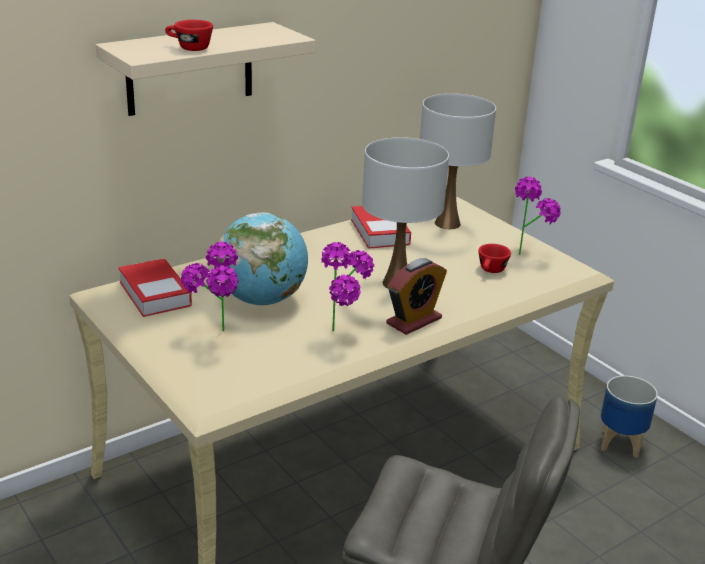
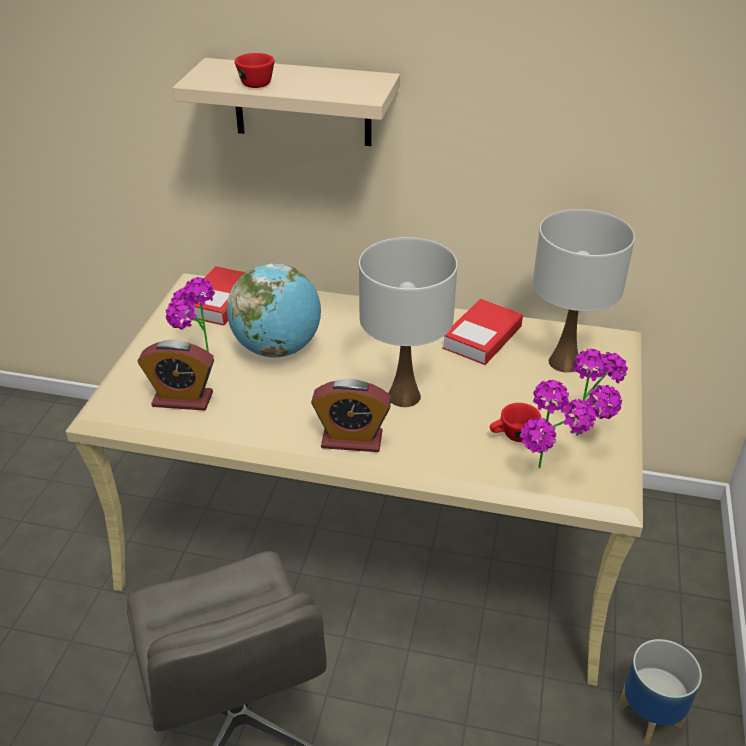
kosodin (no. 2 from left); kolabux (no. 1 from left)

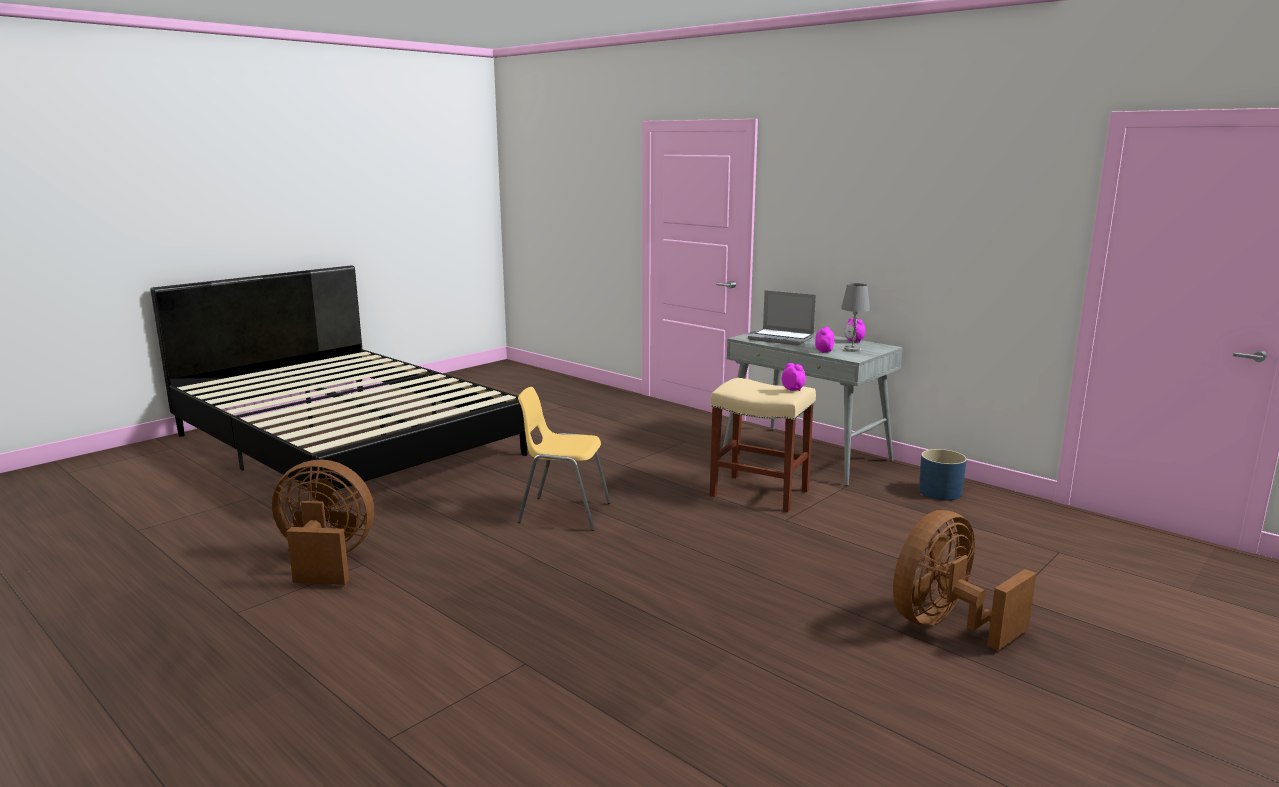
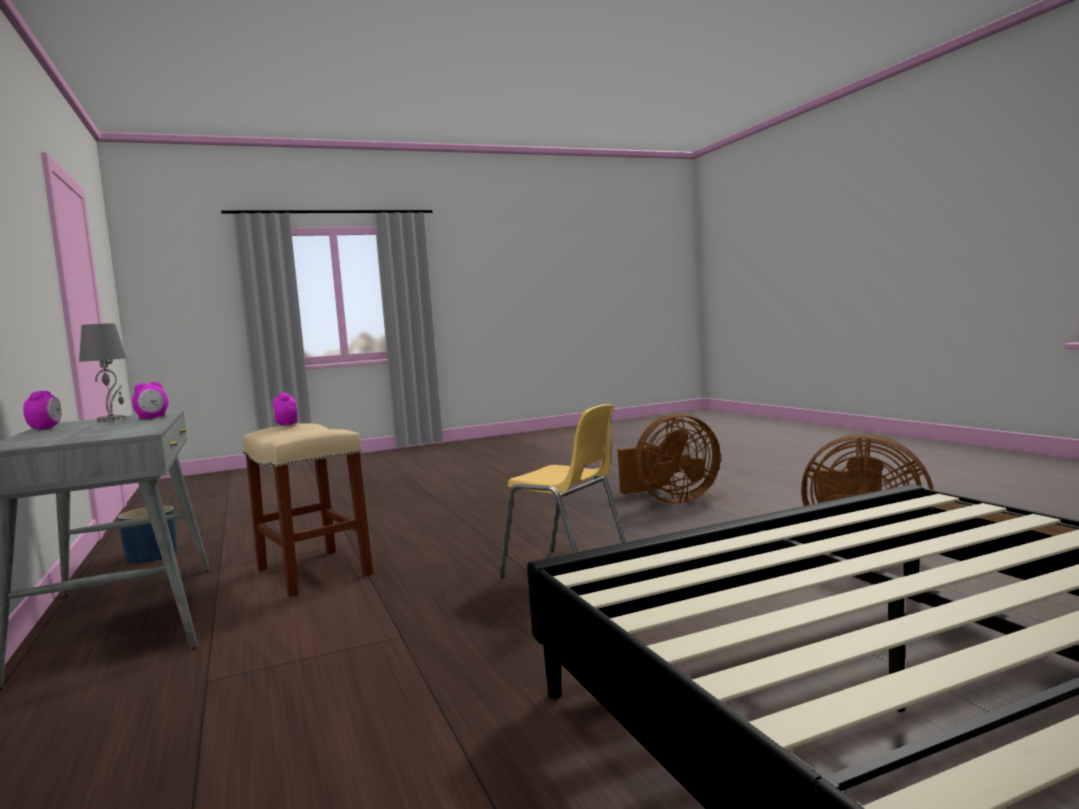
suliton; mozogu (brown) (no. 1 from left)

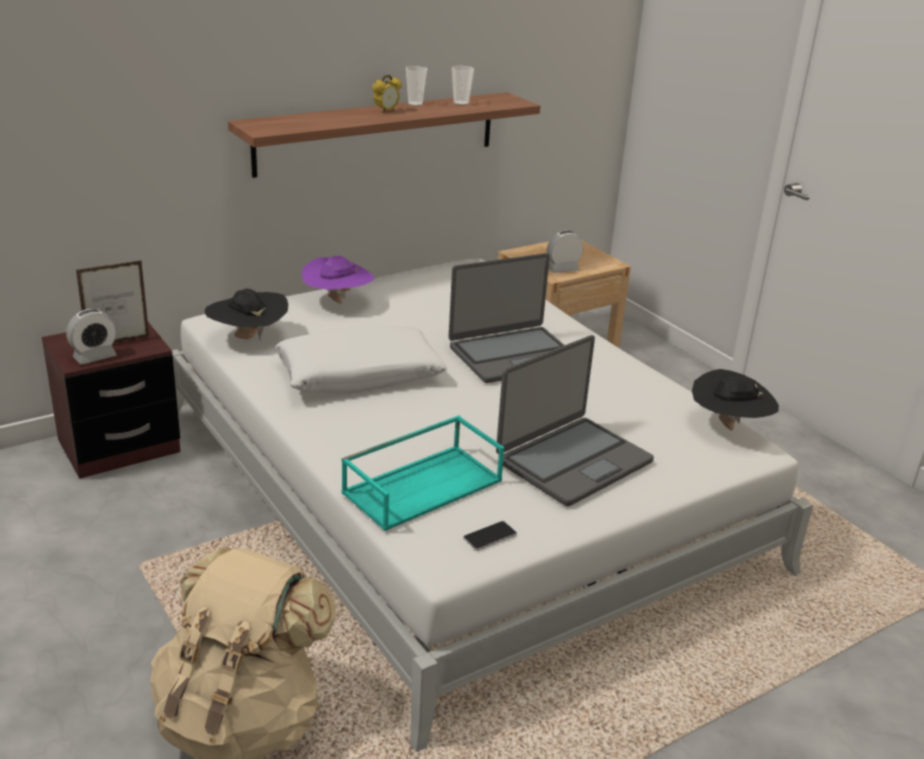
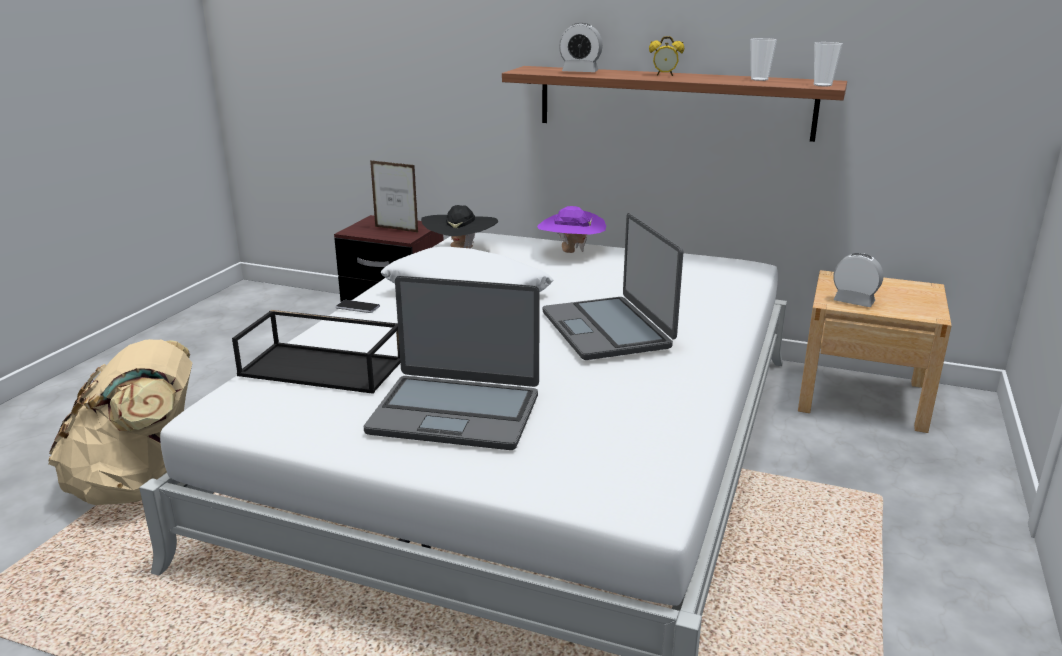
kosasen (no. 2 from left); suliton (no. 2 from left); kolabux (no. 1 from left); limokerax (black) (no. 2 from left in the first image); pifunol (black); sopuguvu

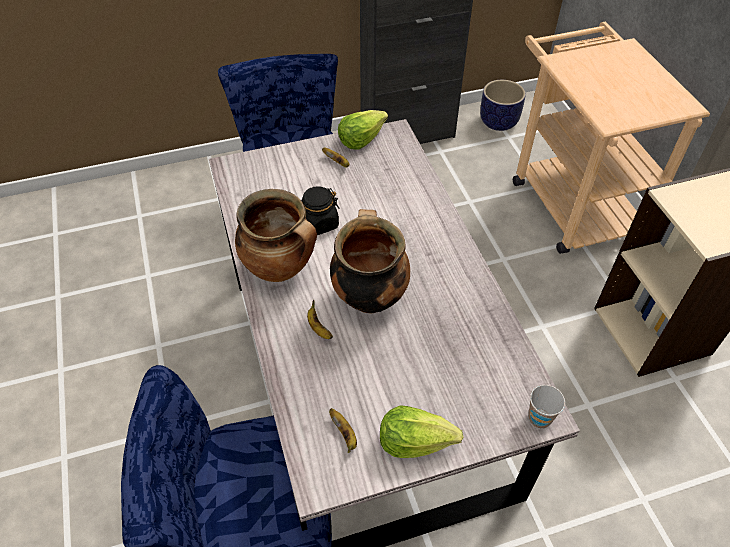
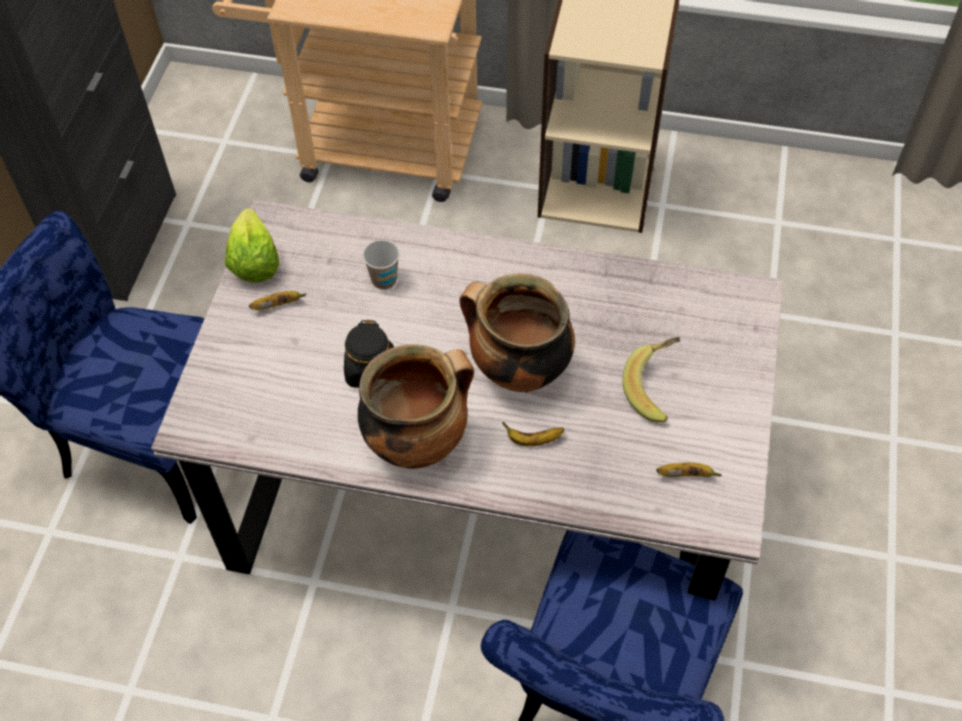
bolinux; kosasen; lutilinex (no. 2 from left in the first image); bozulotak (no. 3 from left)

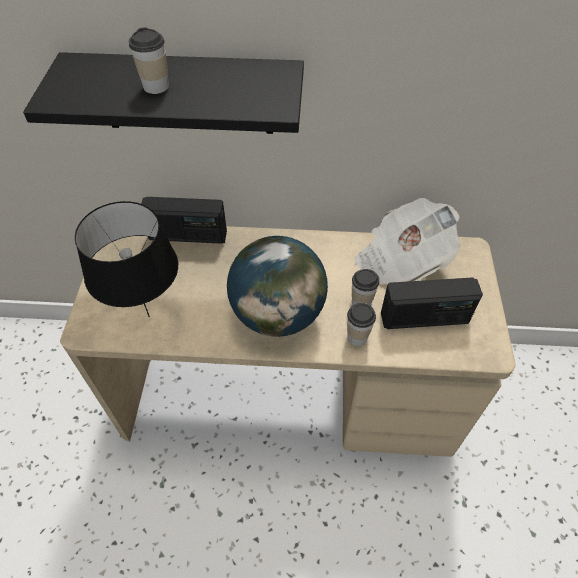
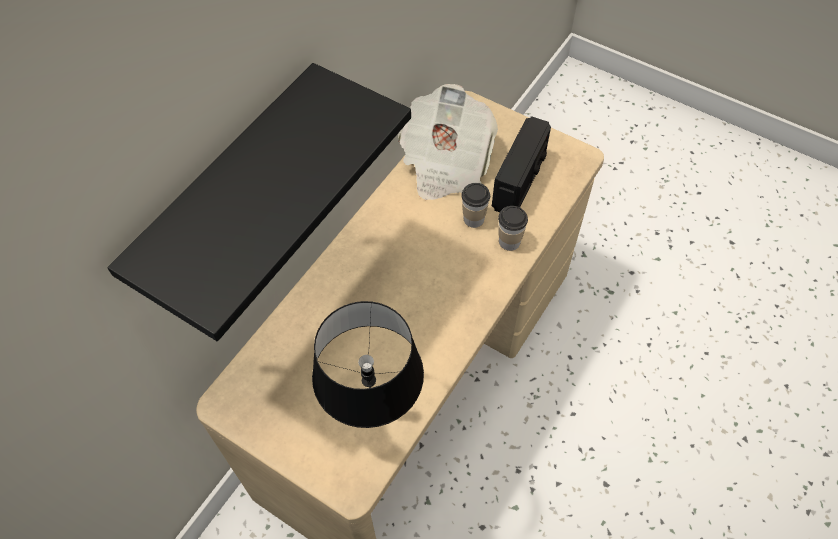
kosasen (no. 1 from left in the first image); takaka (no. 1 from left in the first image); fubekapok

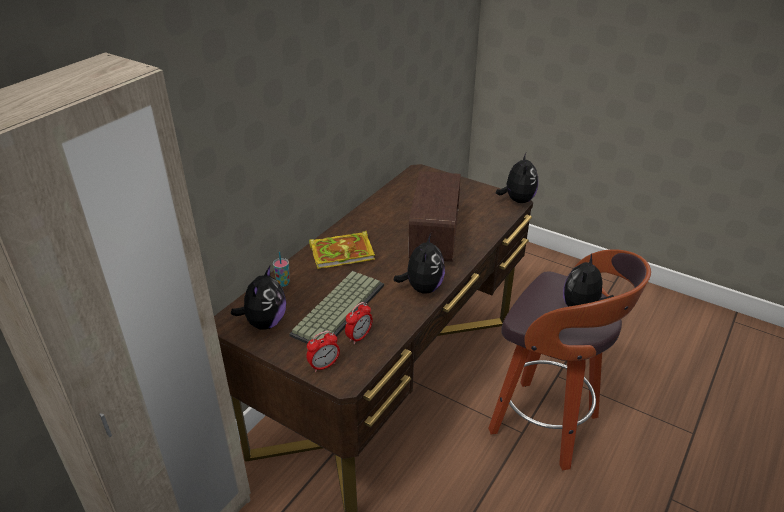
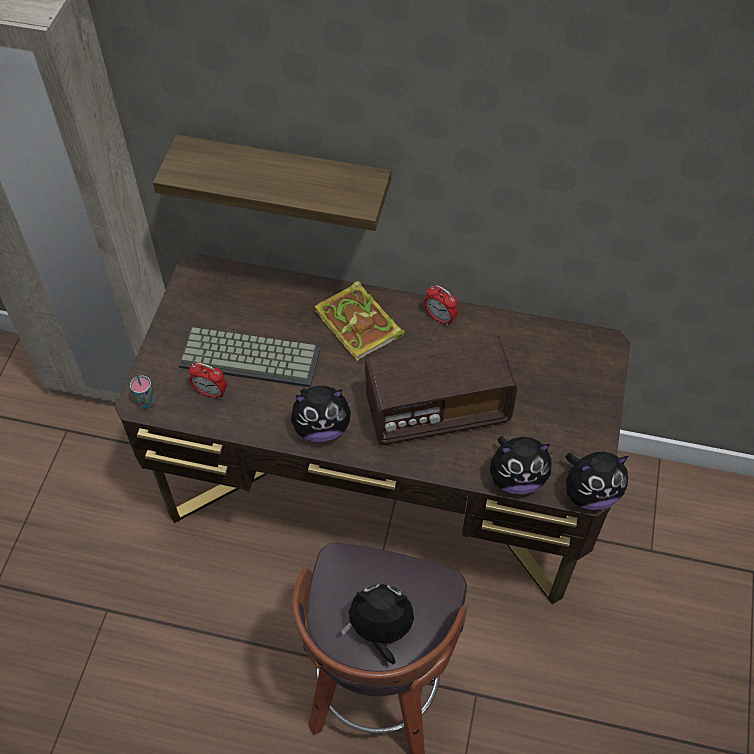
kosasen; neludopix (no. 3 from left); kolabux (no. 2 from left); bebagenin

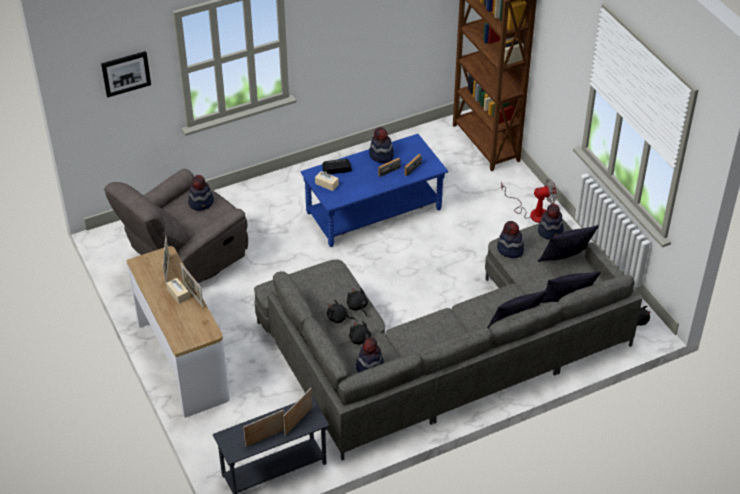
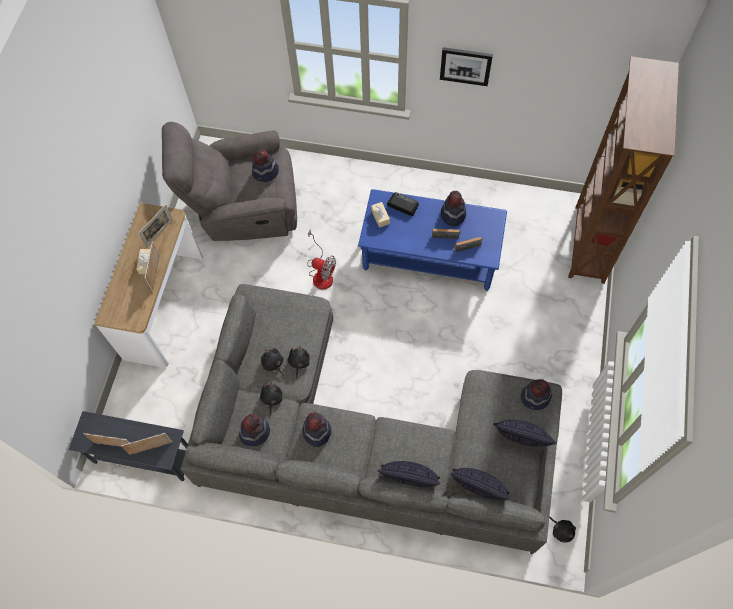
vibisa; mozogu; limokerax (no. 3 from left)

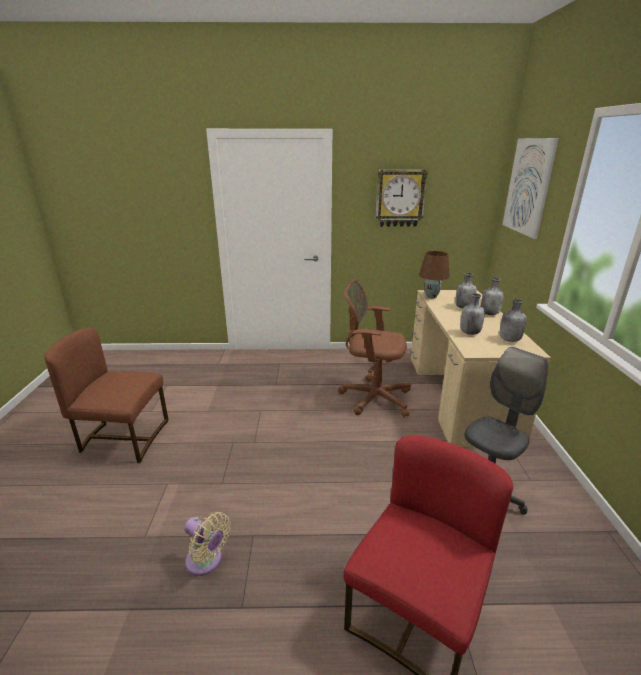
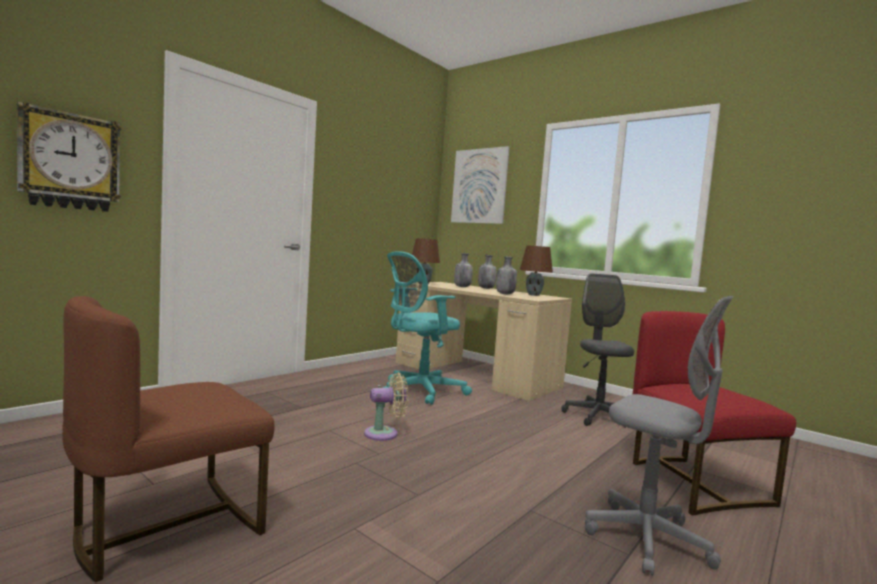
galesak; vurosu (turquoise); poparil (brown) (no. 2 from left); mozogu (beige); vurosu (grey) (no. 2 from left)

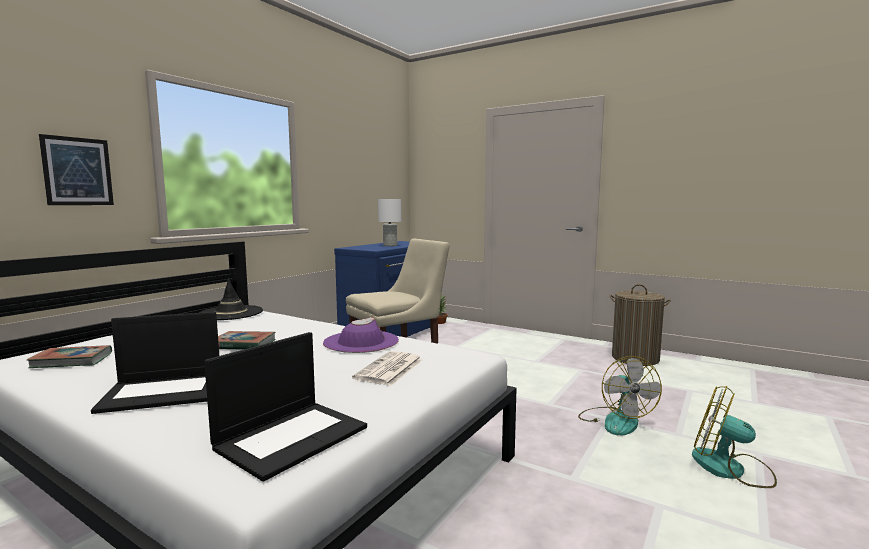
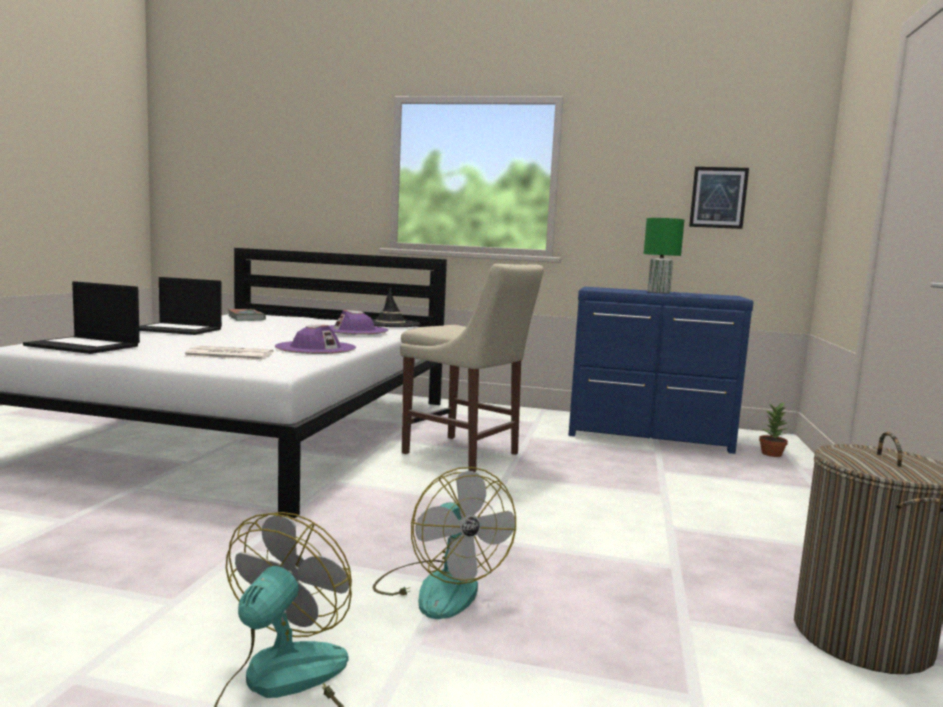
vibisa; poparil (green); suliton (no. 2 from left); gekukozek (no. 2 from left in the first image); mozogu (no. 2 from left); limokerax (purple) (no. 2 from left)

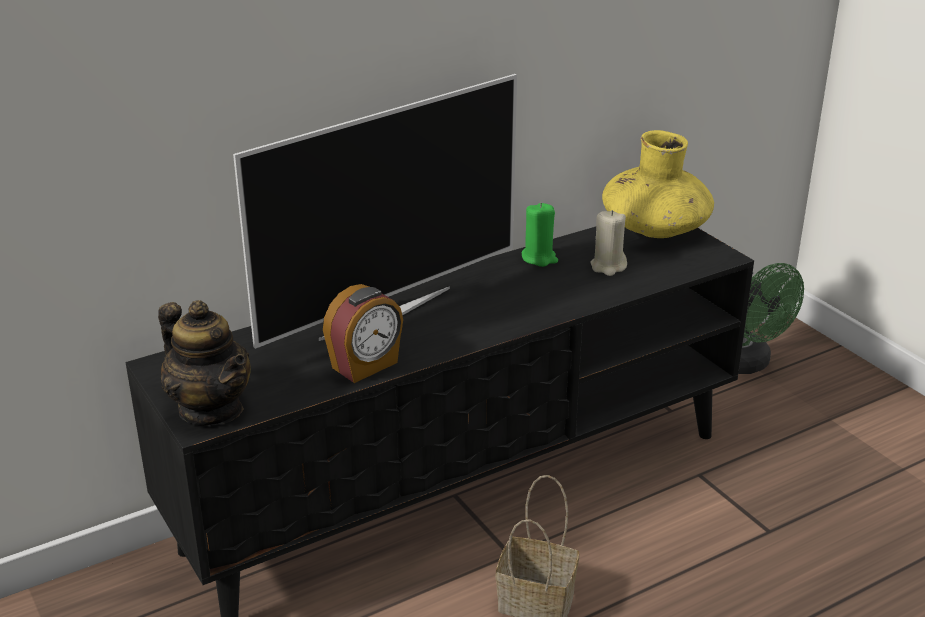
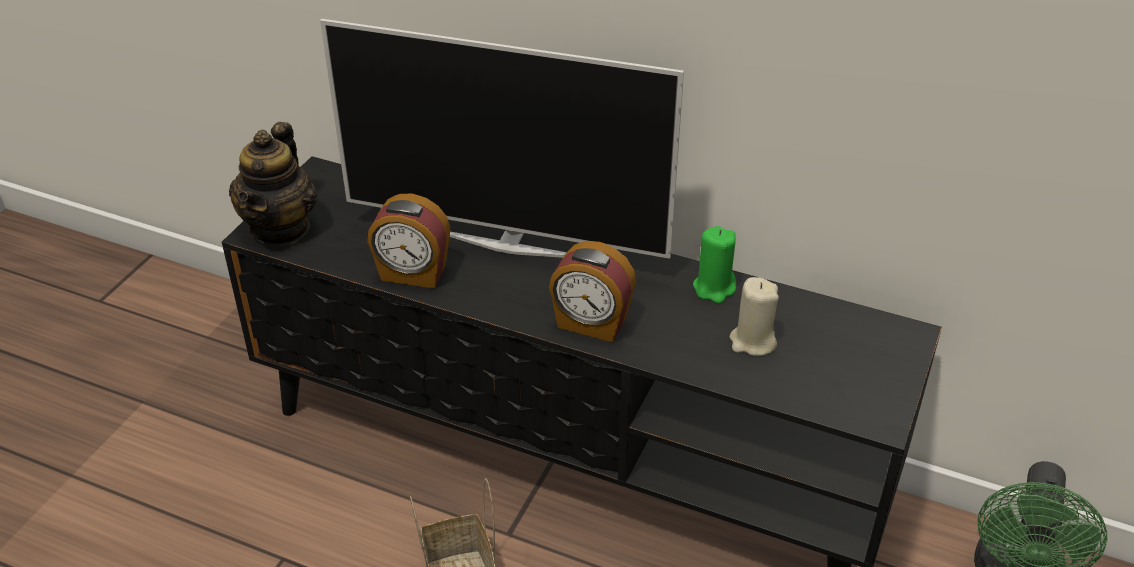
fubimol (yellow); kolabux (no. 2 from left)

